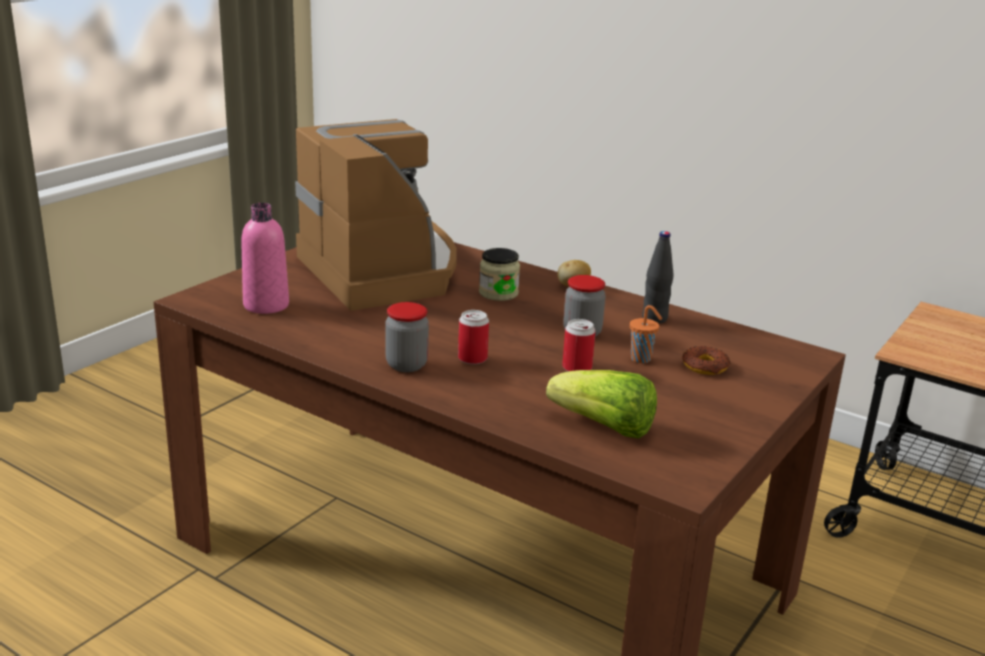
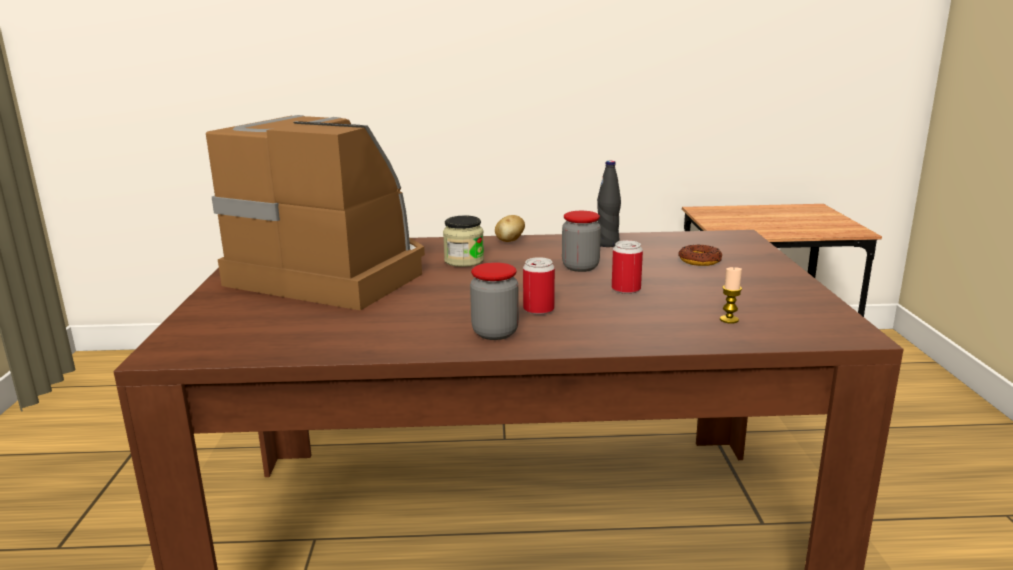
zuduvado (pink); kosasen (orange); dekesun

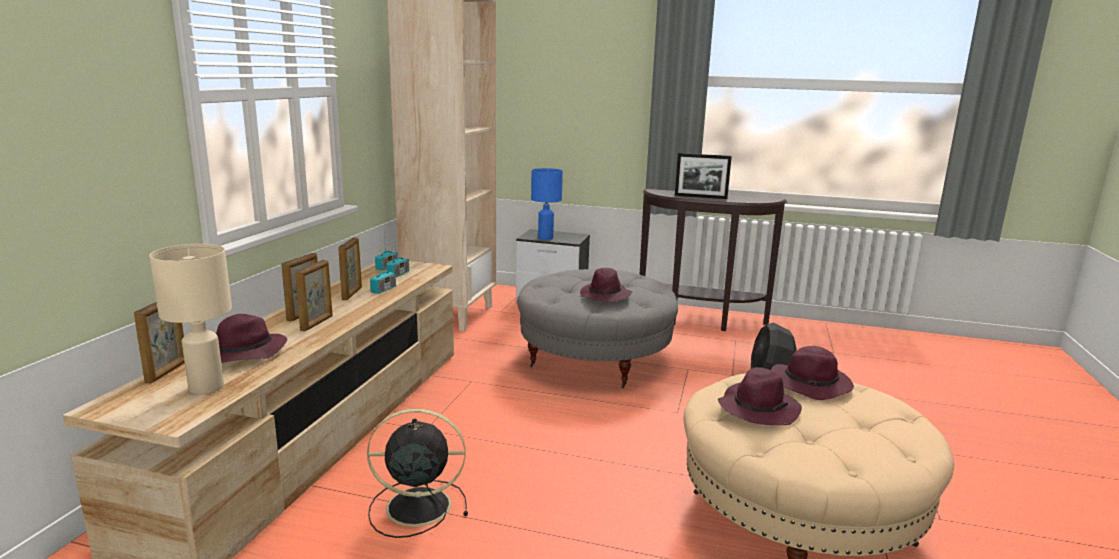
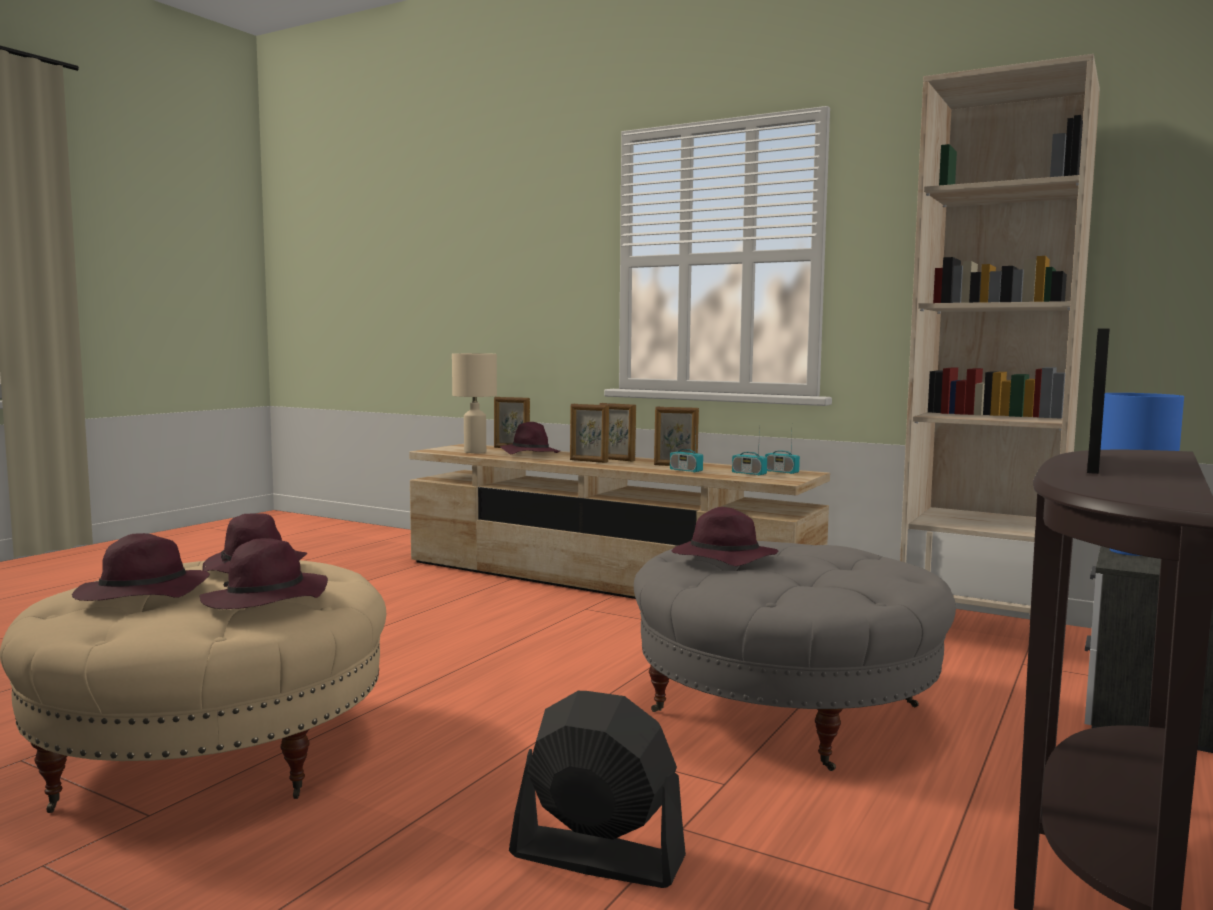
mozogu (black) (no. 1 from left in the first image); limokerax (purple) (no. 1 from left)

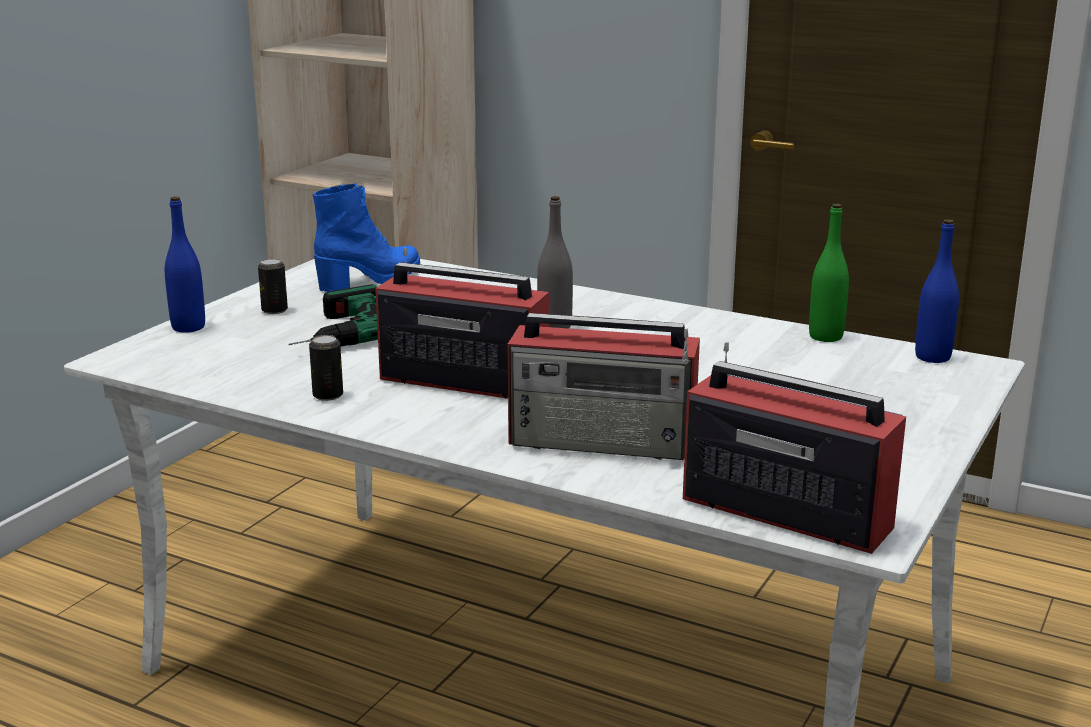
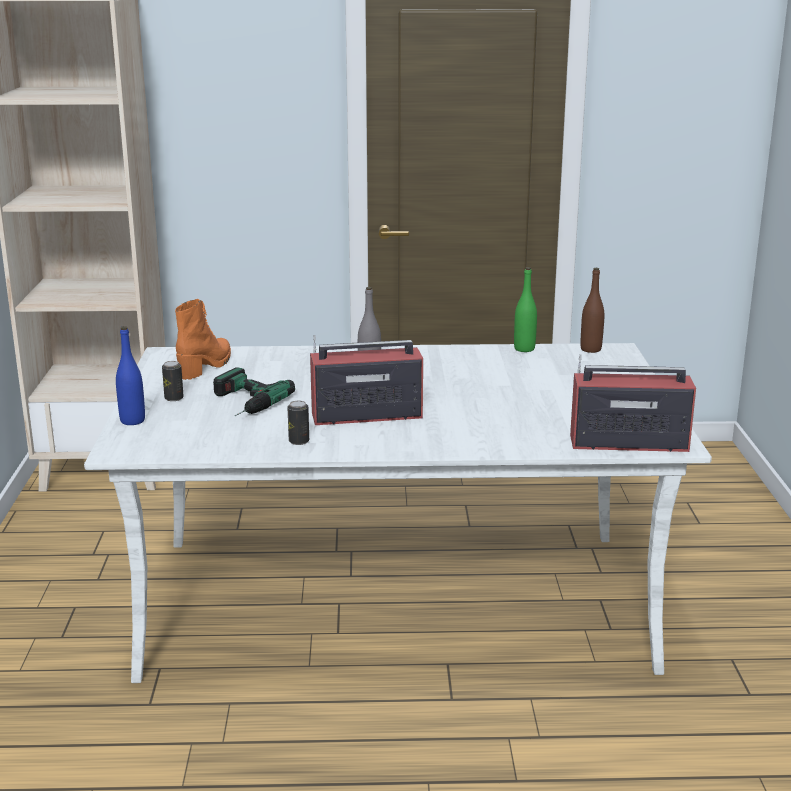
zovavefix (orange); zuduvado (brown); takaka (no. 2 from left in the first image)

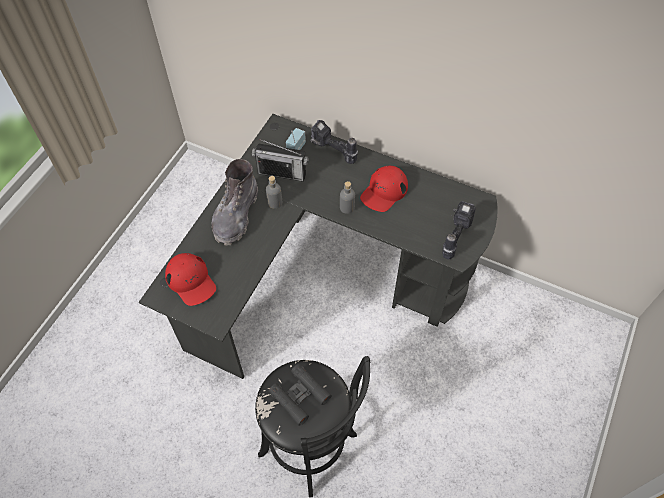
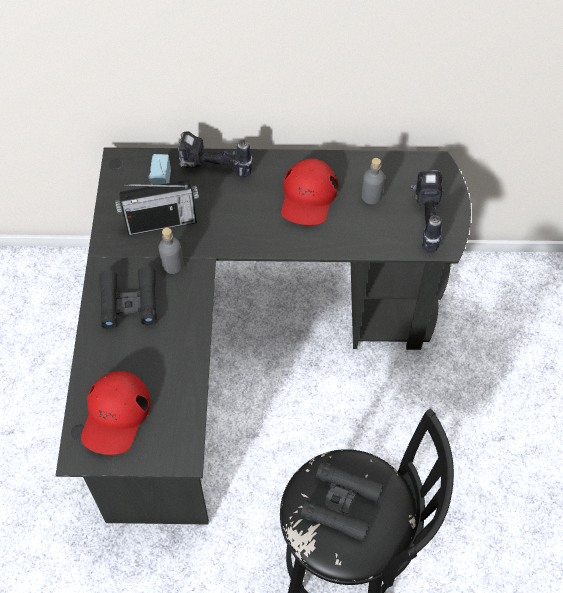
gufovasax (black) (no. 1 from left); zuduvado (grey) (no. 2 from left); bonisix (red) (no. 1 from left)

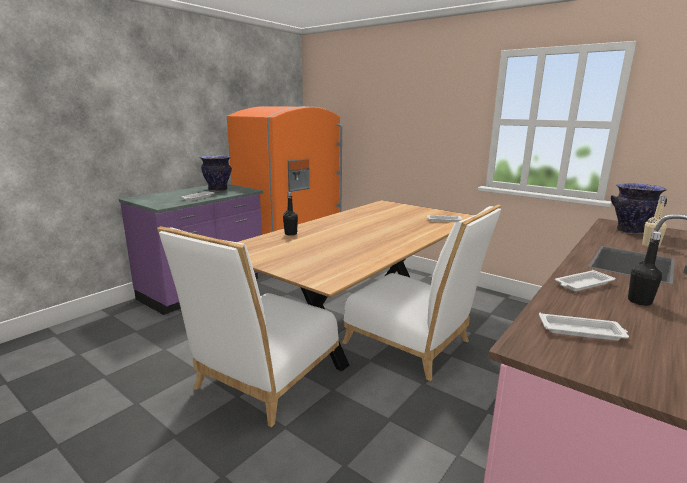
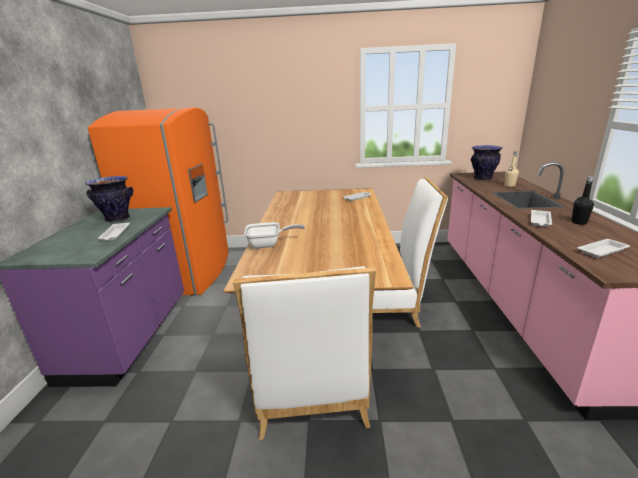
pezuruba

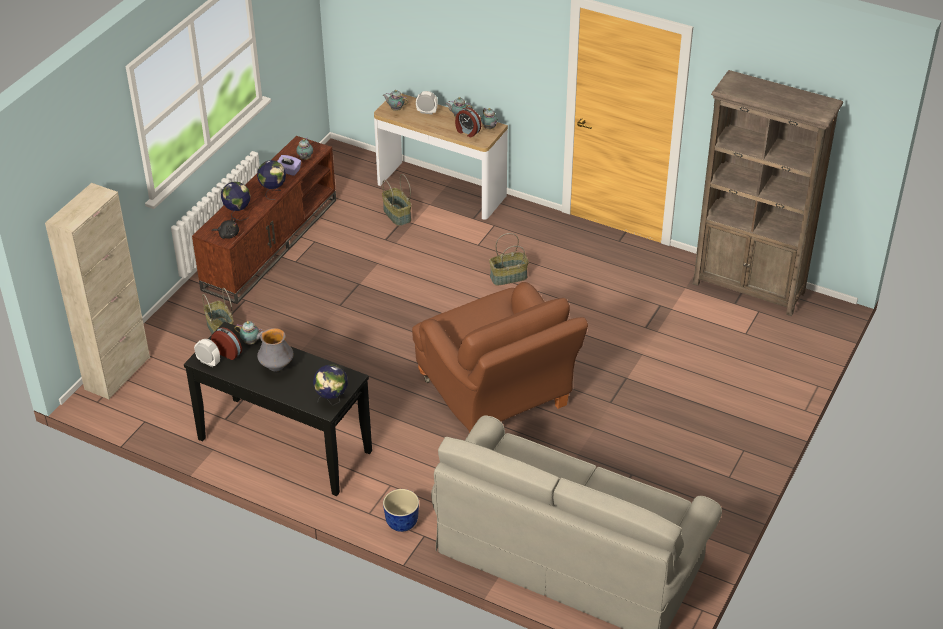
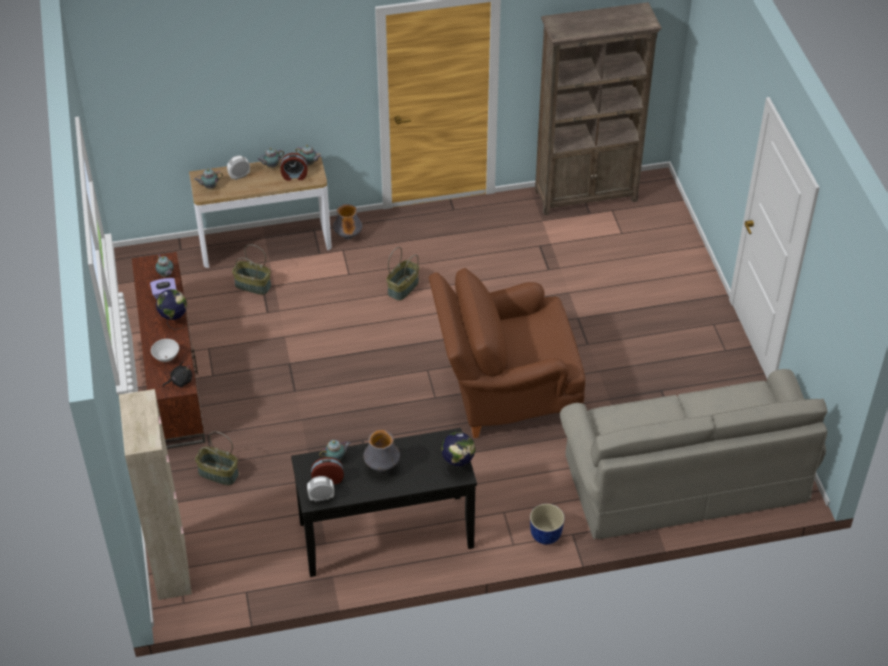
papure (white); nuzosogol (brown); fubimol (no. 1 from left)

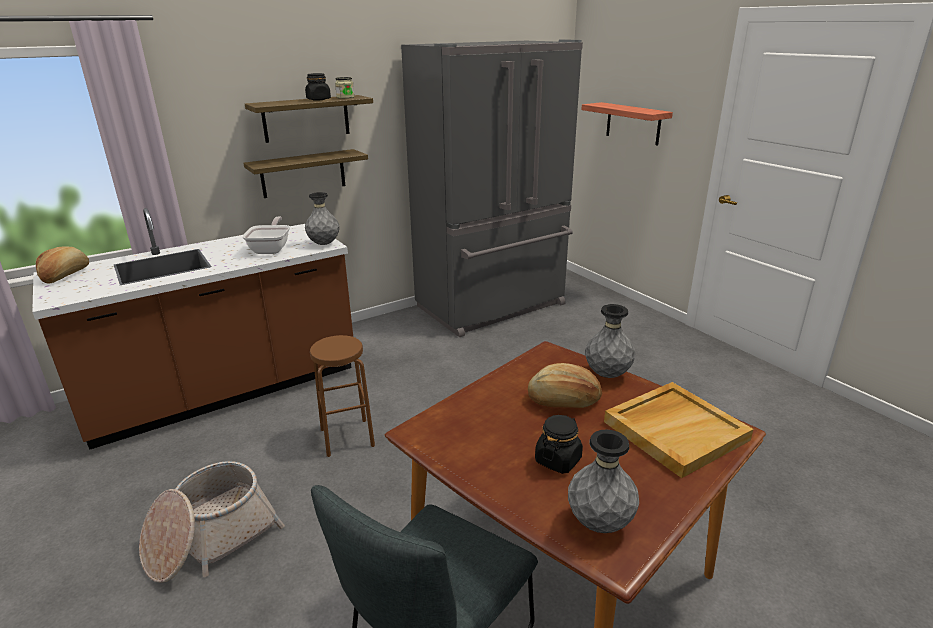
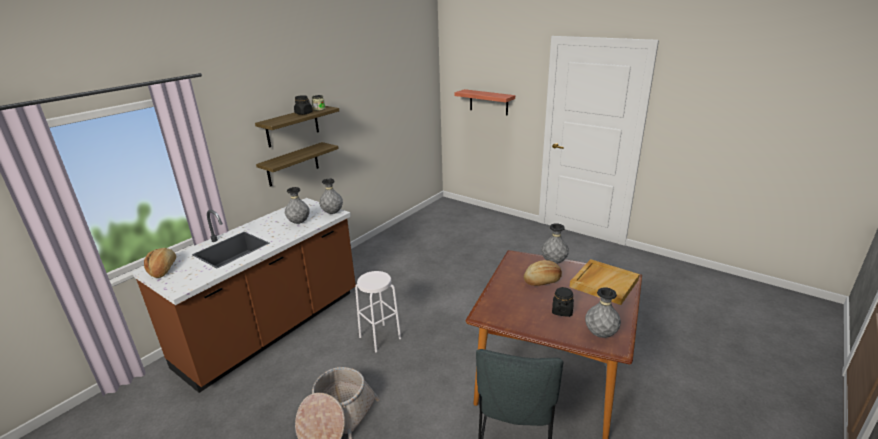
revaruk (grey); fubimol (grey) (no. 1 from left); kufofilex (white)

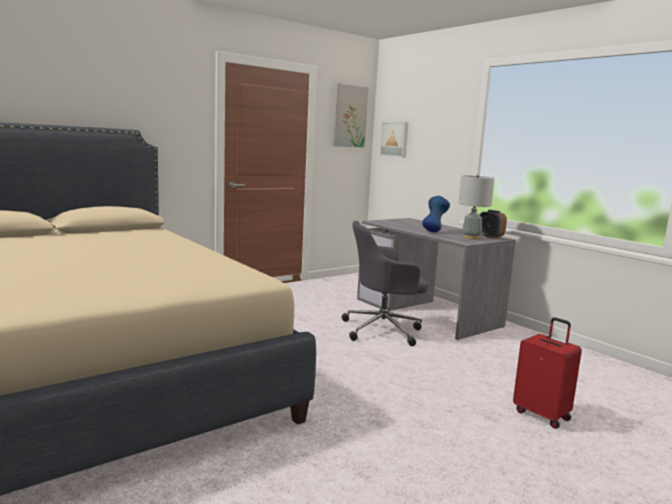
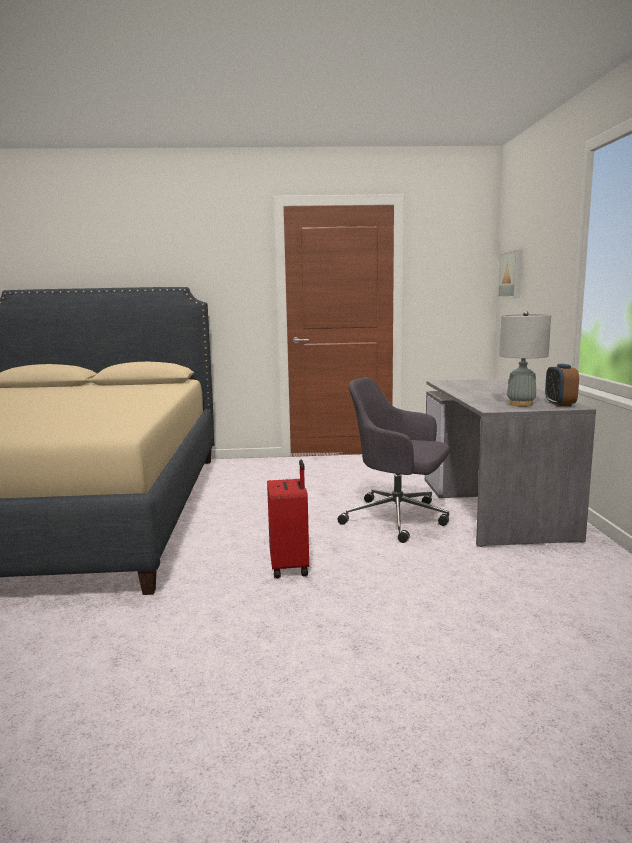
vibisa (no. 1 from left in the first image); fubimol (blue); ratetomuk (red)

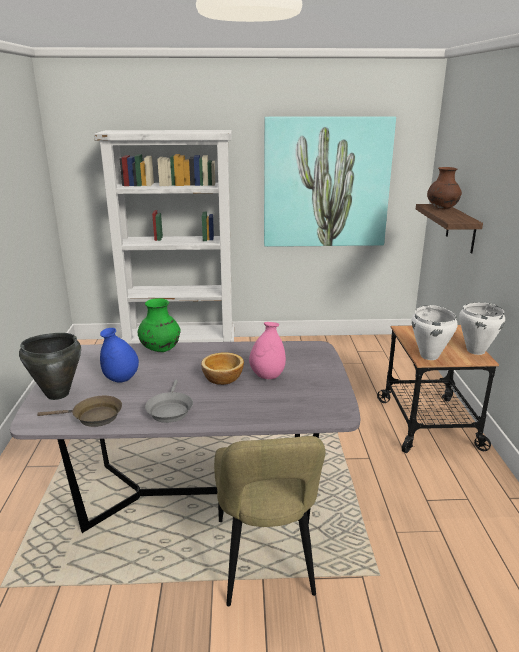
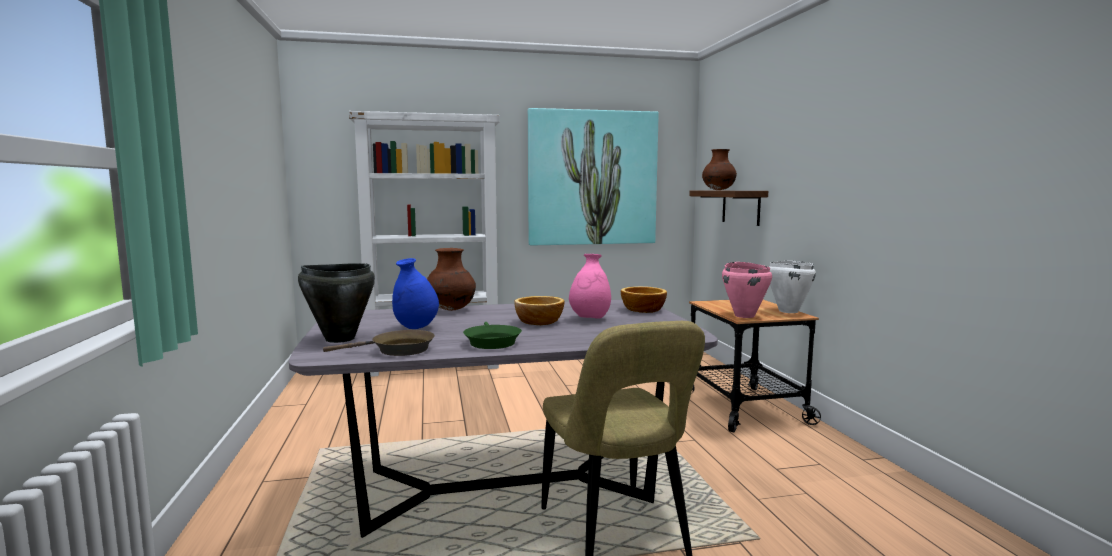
fubimol (brown) (no. 1 from left); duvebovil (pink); pezuruba (green); papure (no. 2 from left)

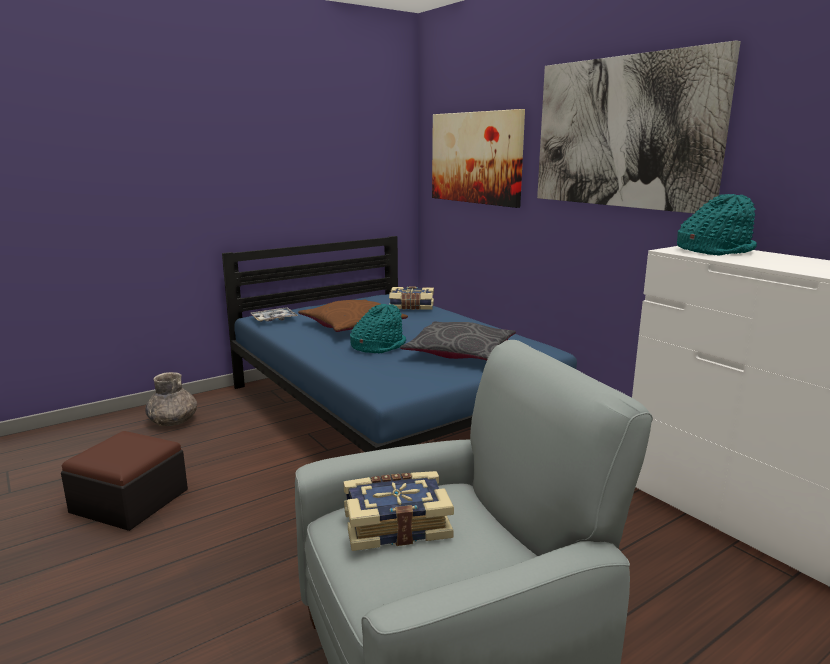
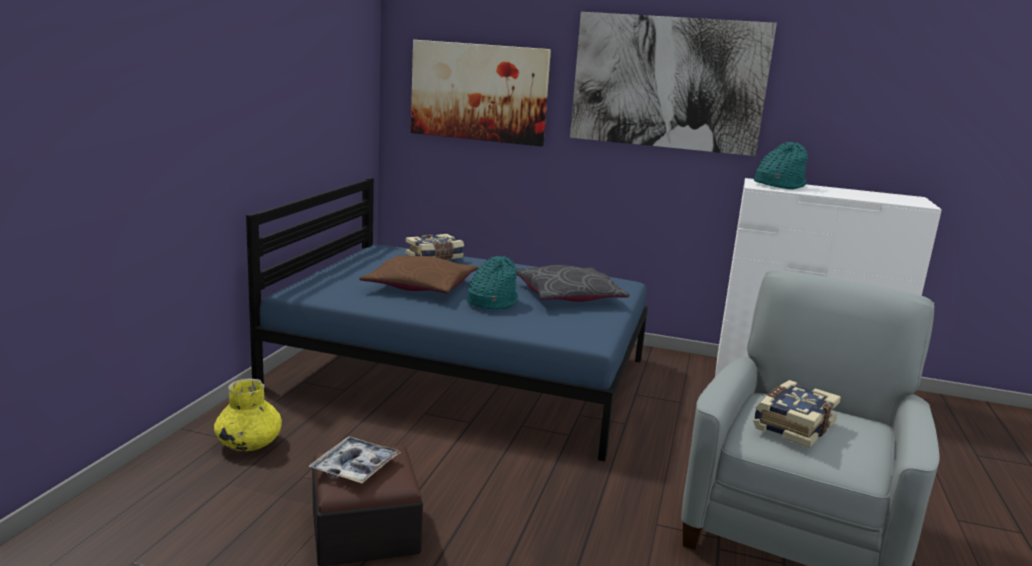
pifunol; fubimol (yellow)

